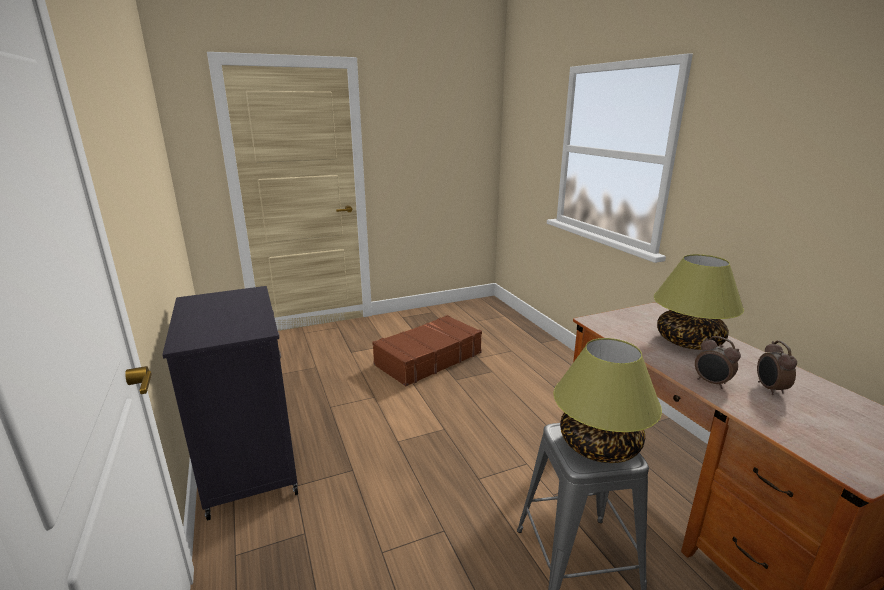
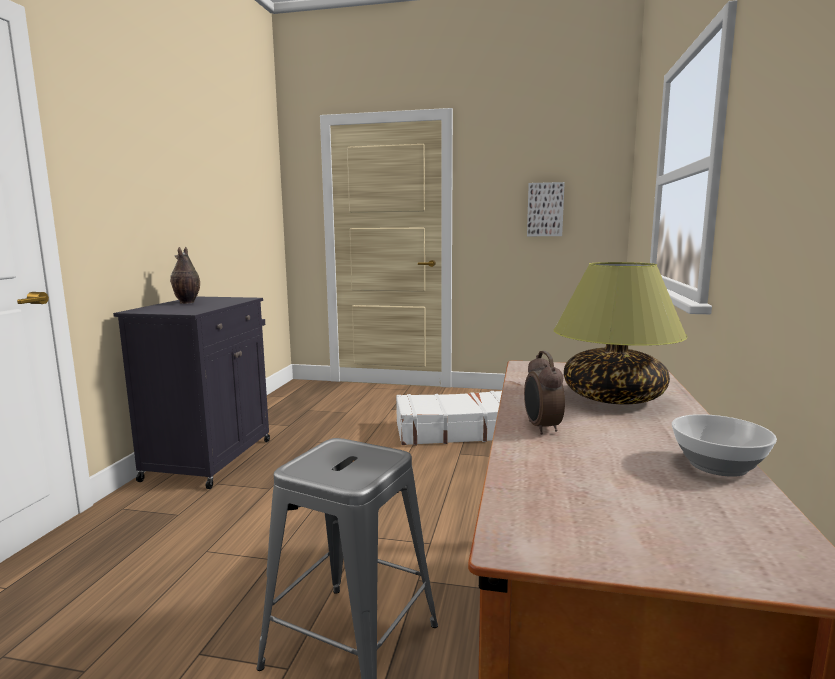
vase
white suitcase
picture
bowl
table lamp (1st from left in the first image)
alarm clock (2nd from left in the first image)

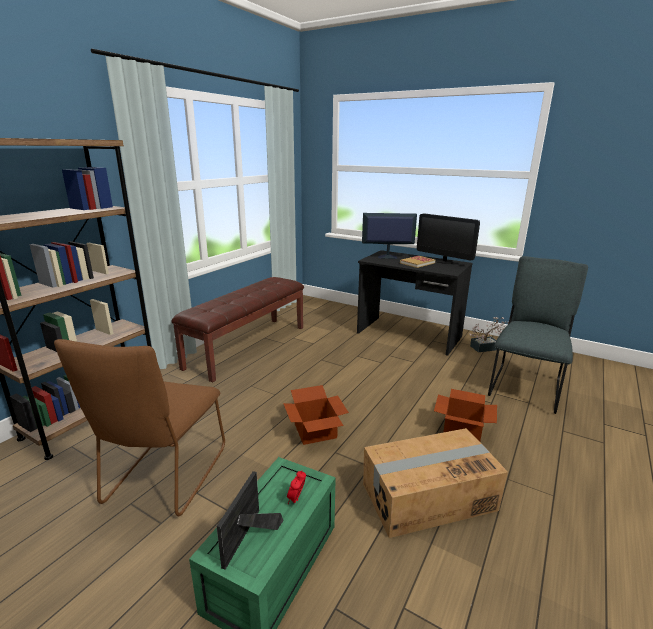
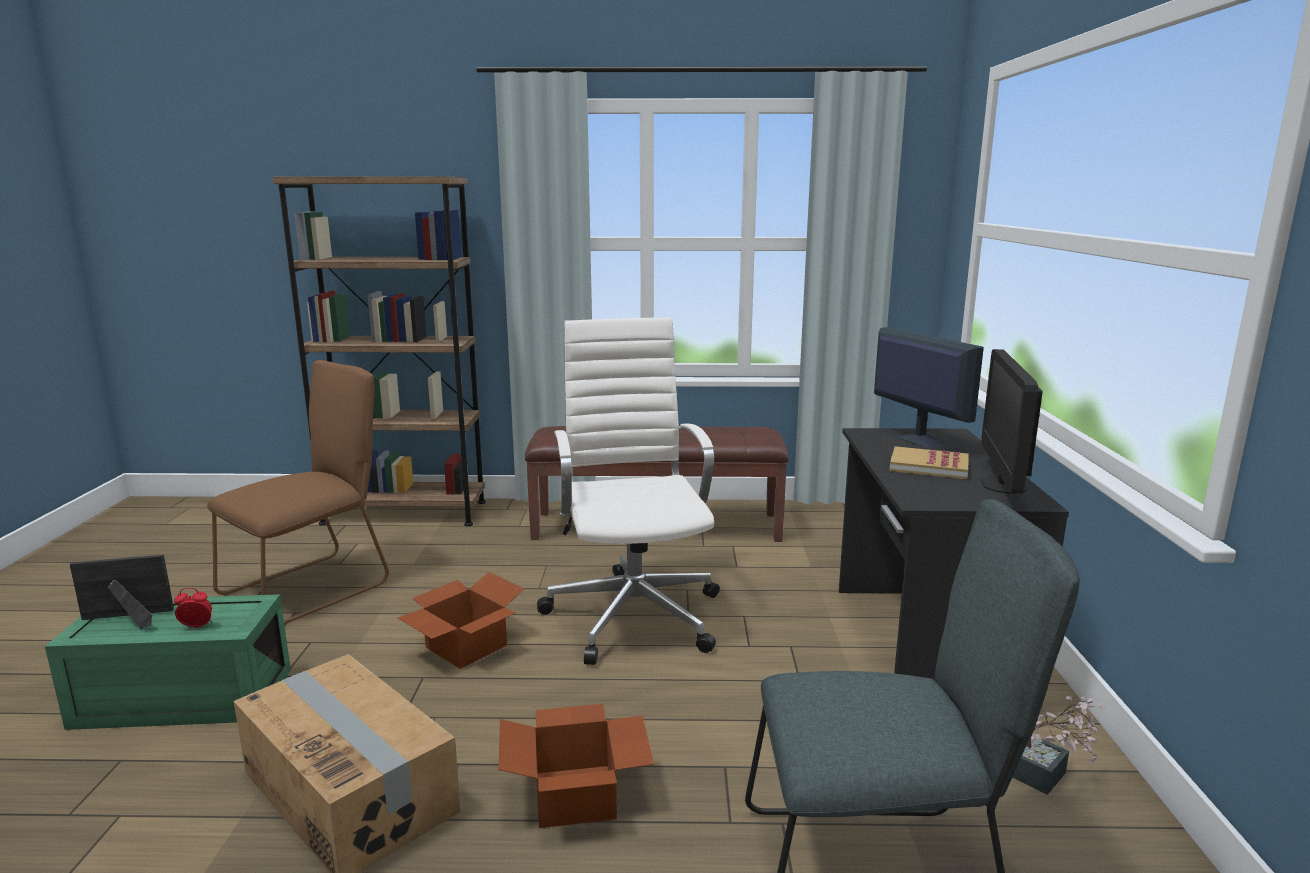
brown chair
white office chair

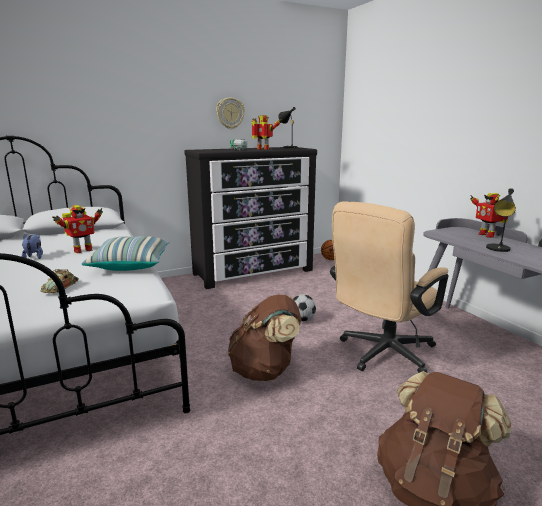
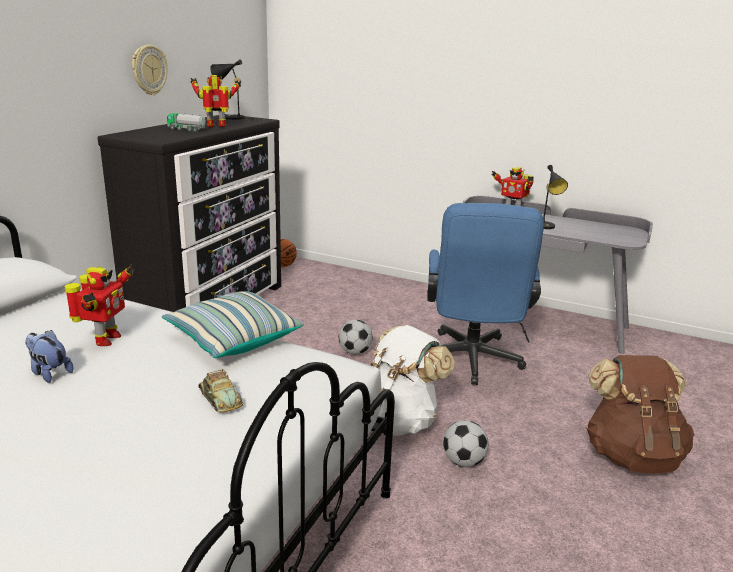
white backpack
blue office chair
football (2nd from left)

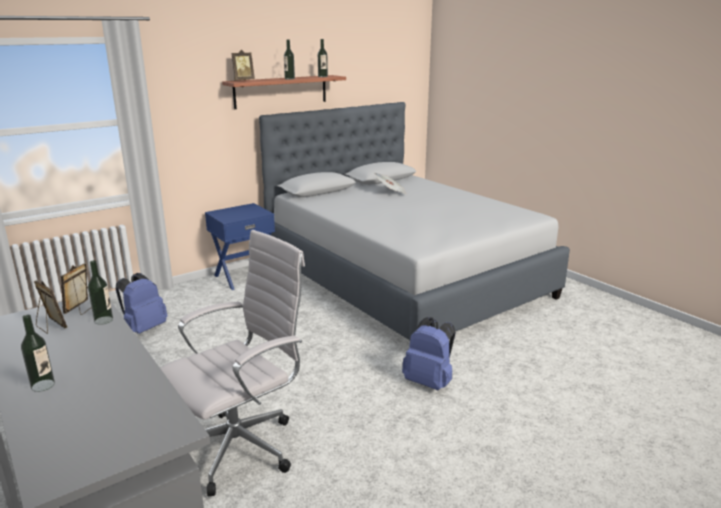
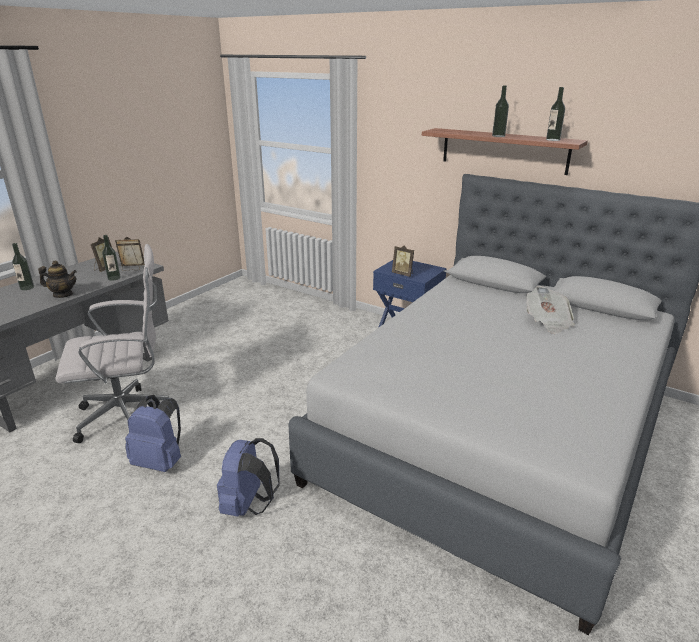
teapot
white office chair
blue backpack (1st from left)
picture frame (3rd from left)

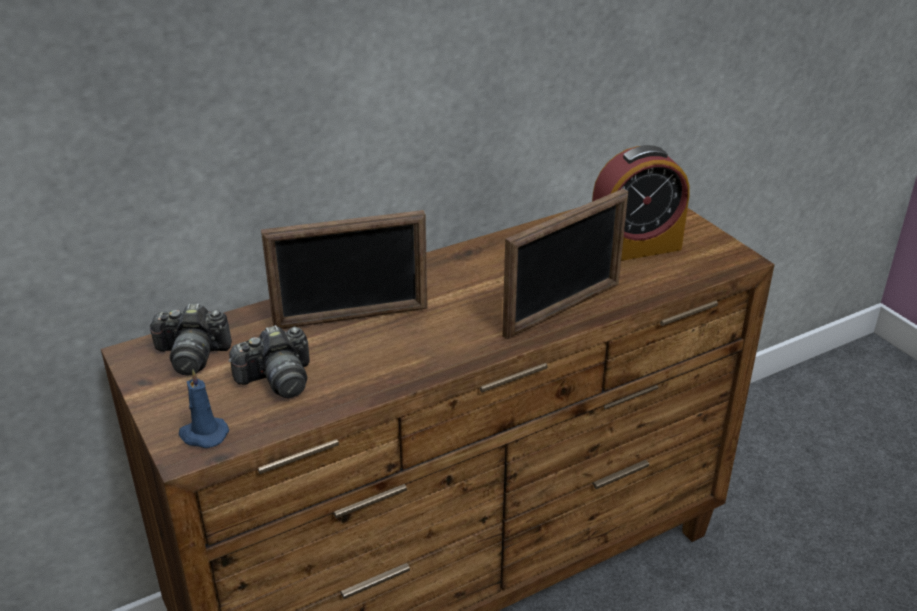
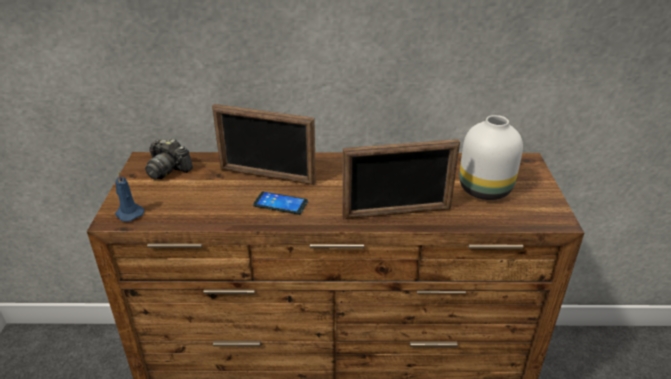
phone
white vase
photo camera (2nd from left in the first image)

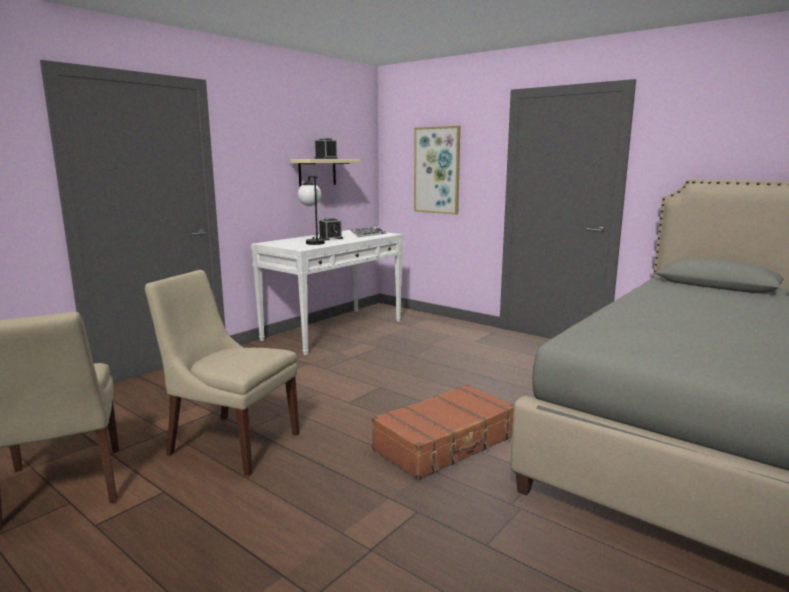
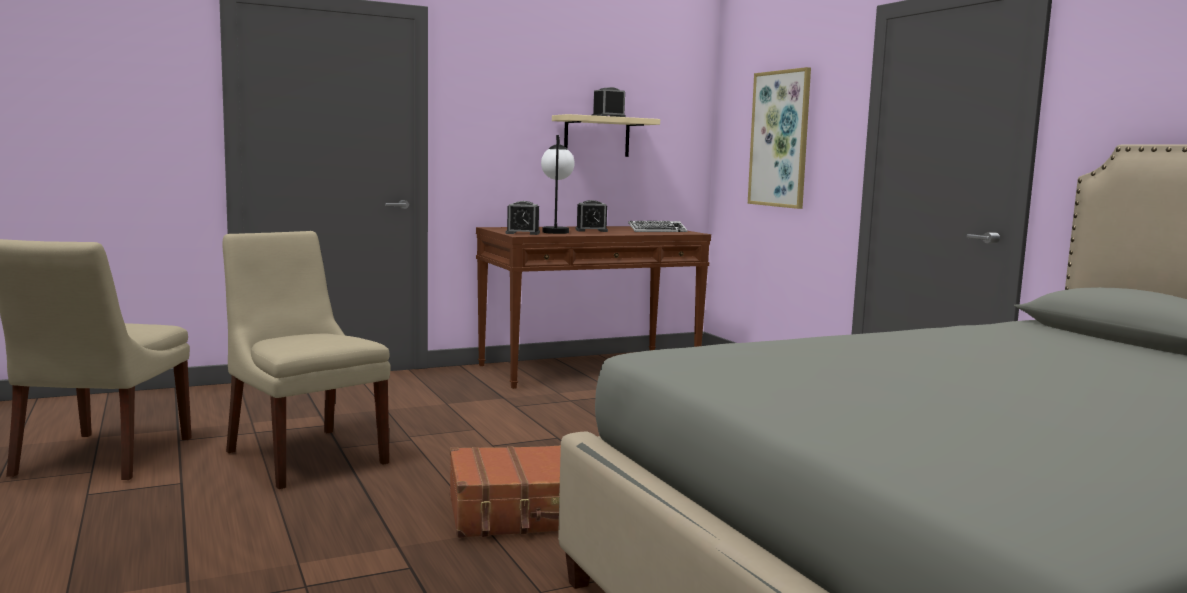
brown console table
alarm clock (1st from left)

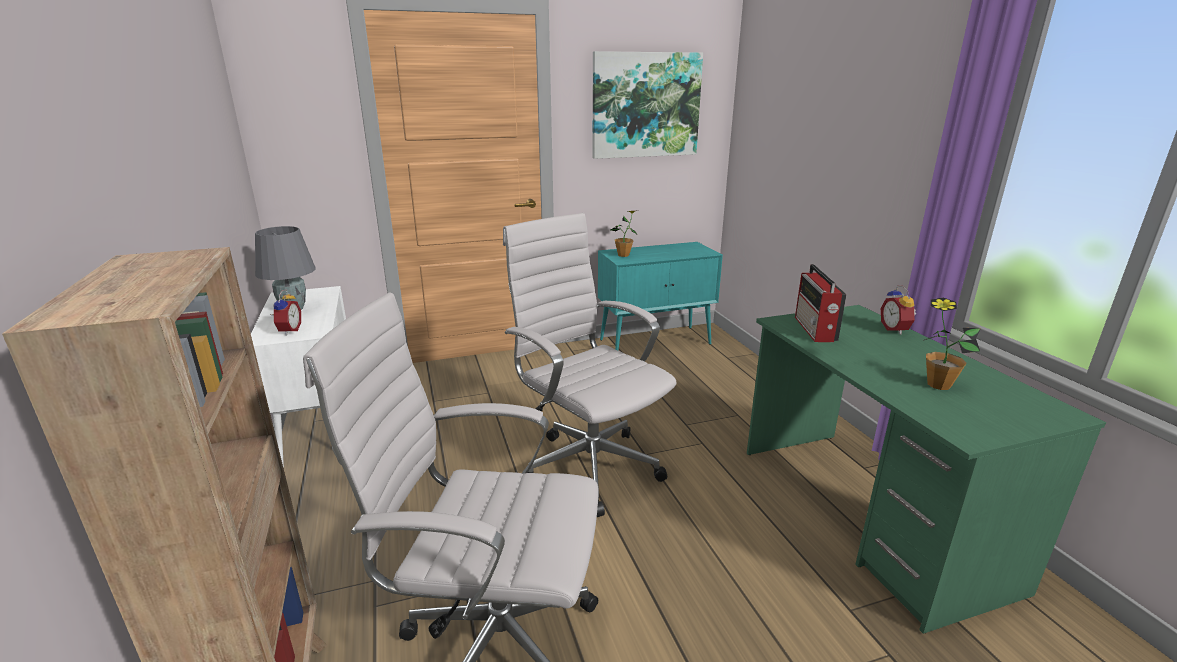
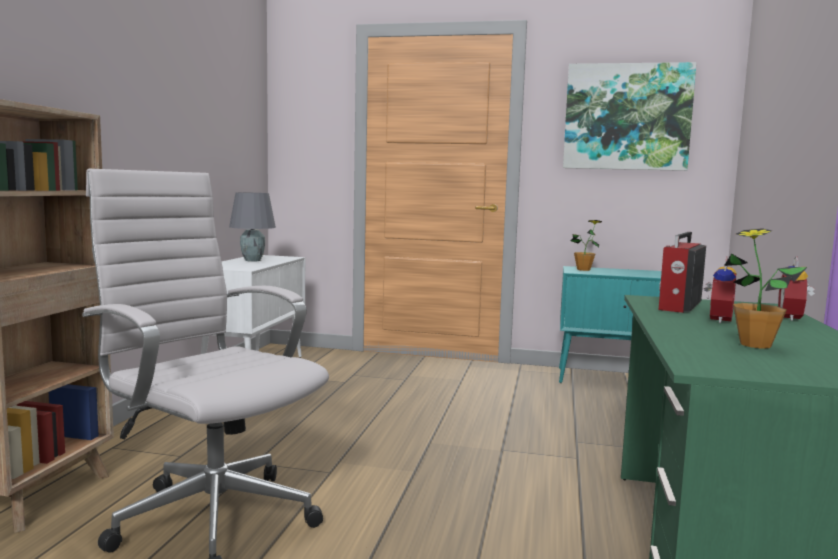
alarm clock (1st from left)
white office chair (2nd from left in the first image)

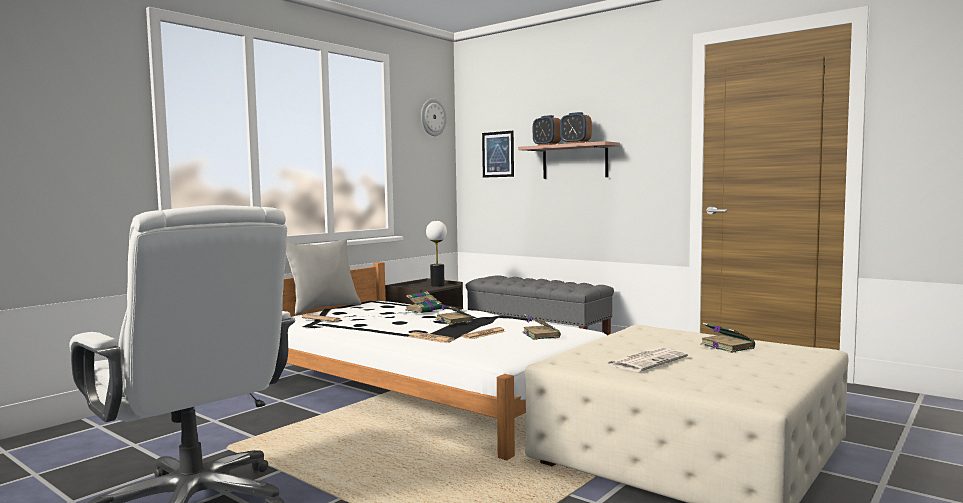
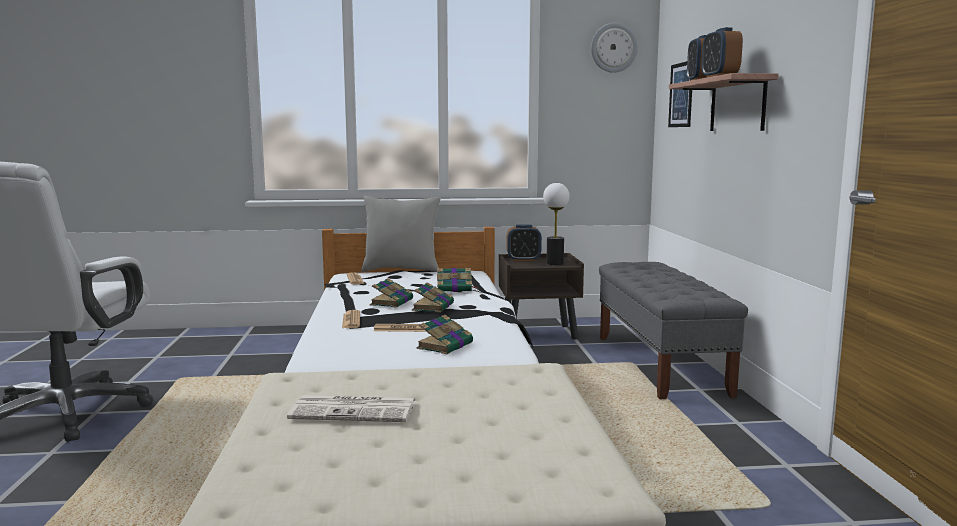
book (1st from left)
alarm clock (1st from left)

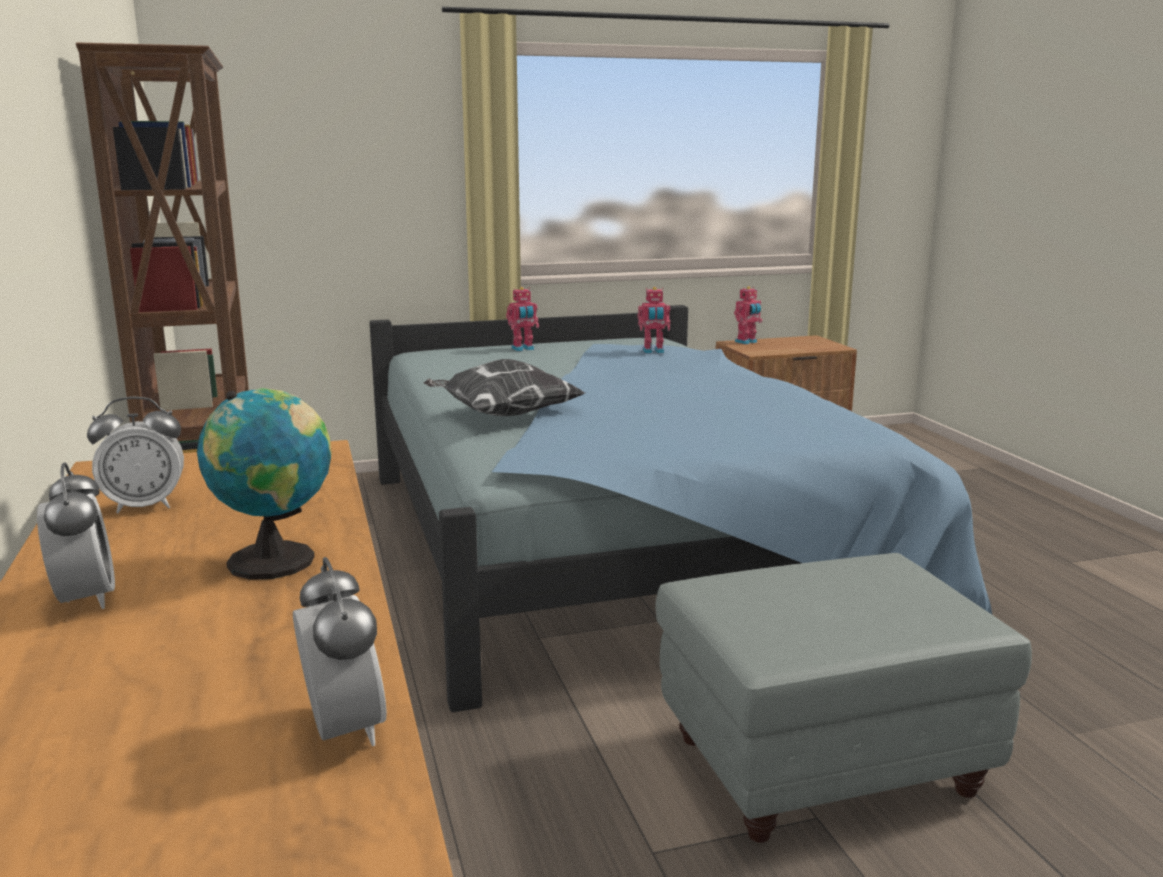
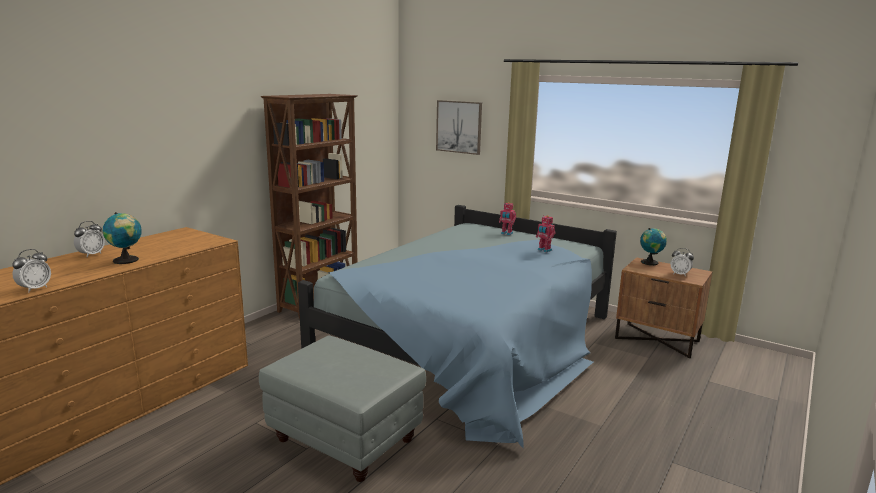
picture
globe (2nd from left)
alarm clock (3rd from left)
pillow

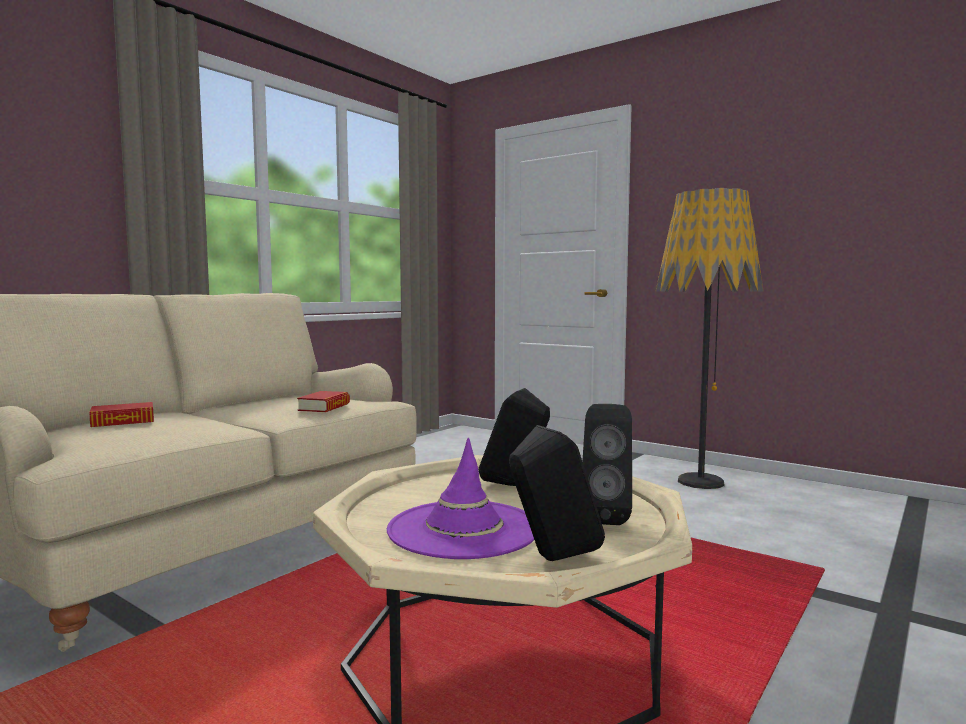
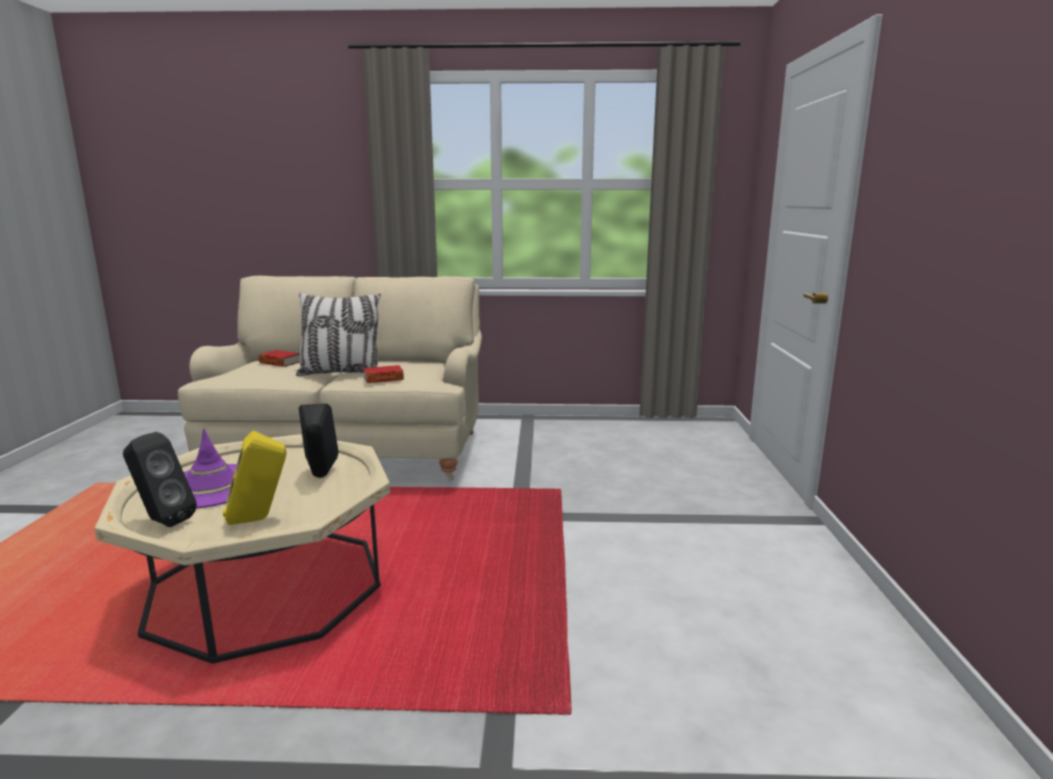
yellow speaker
pillow
floor lamp

